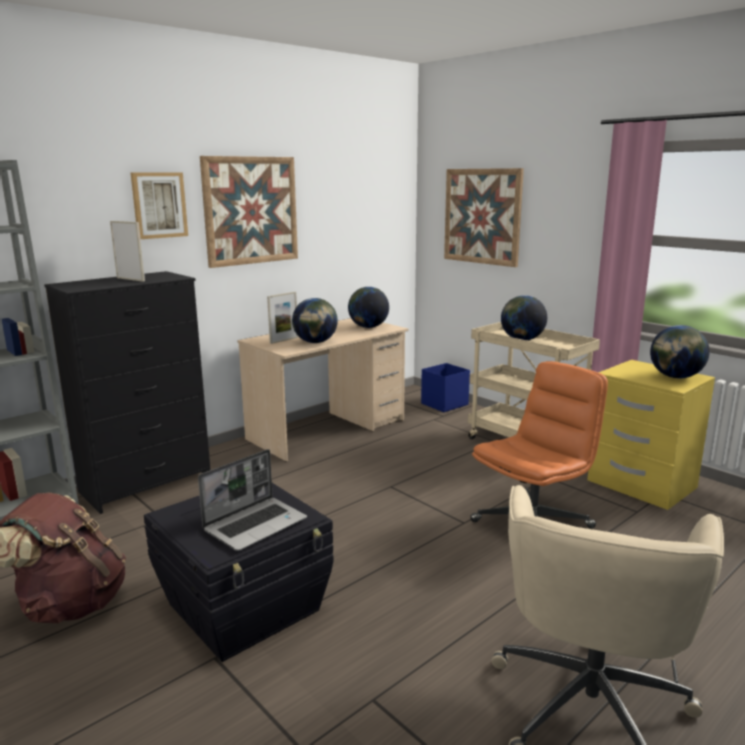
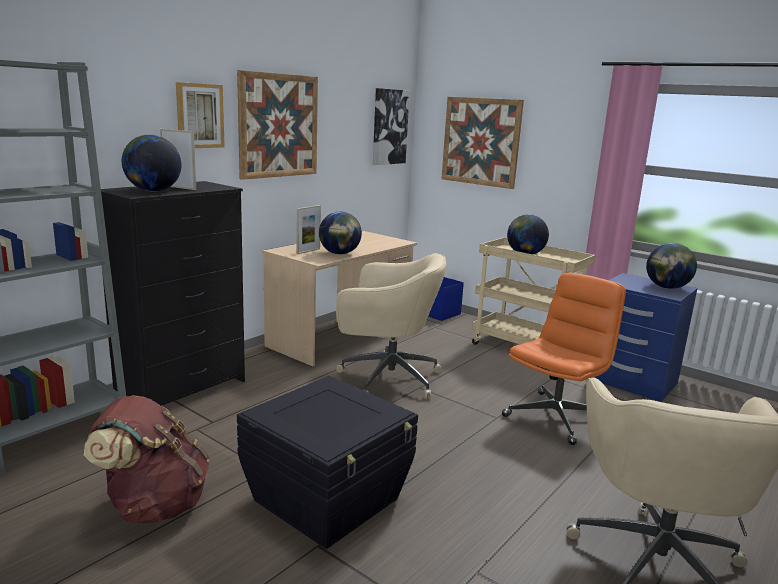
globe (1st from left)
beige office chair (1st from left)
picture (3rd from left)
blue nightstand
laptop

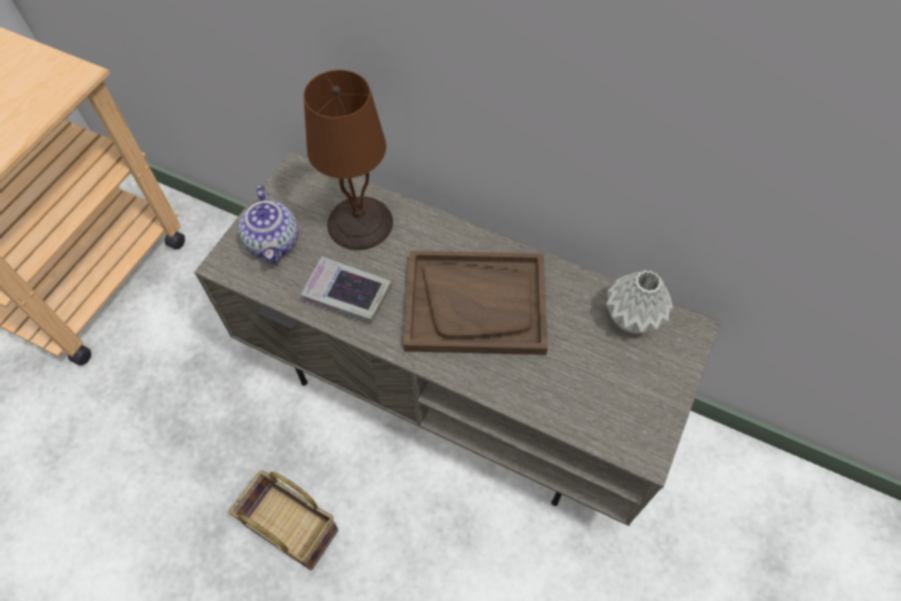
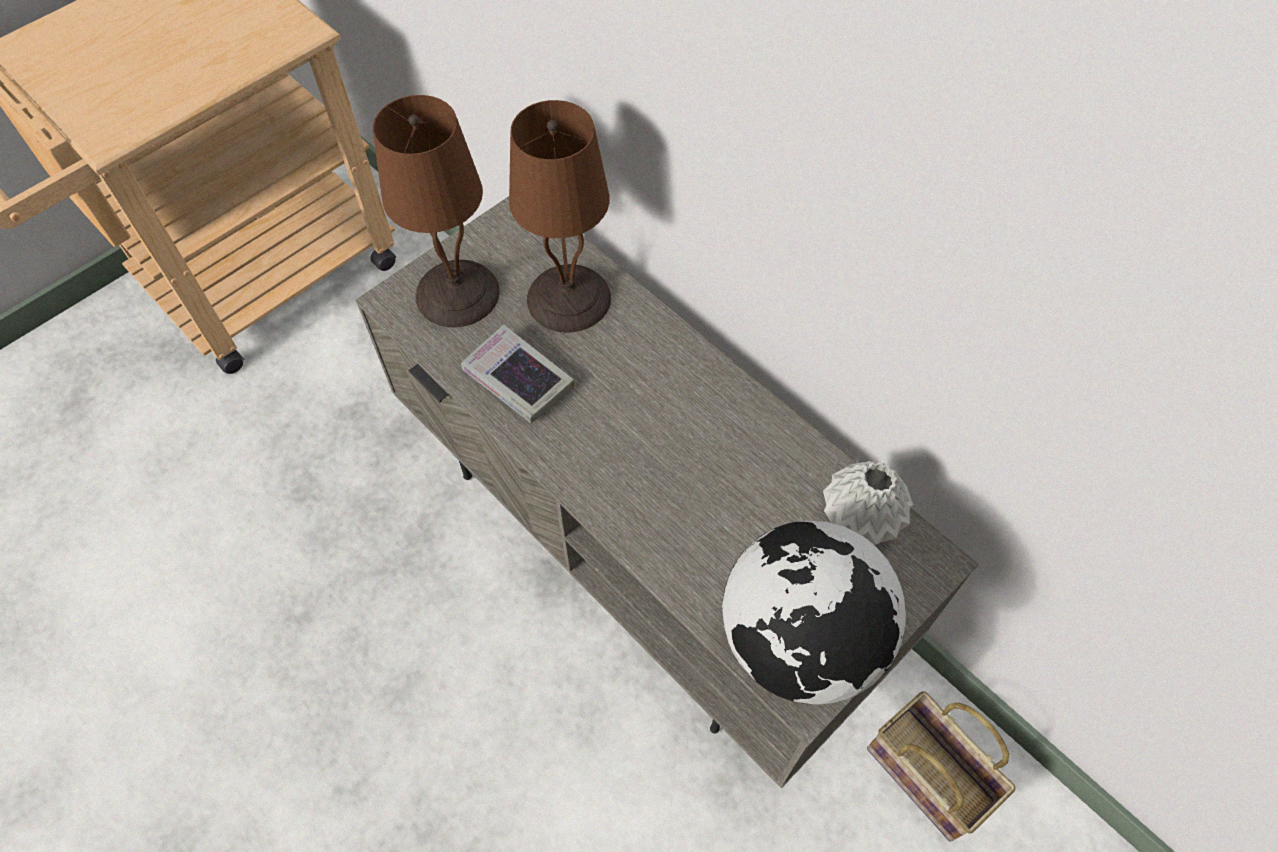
brown table lamp (1st from left)
globe
basket
brown tray

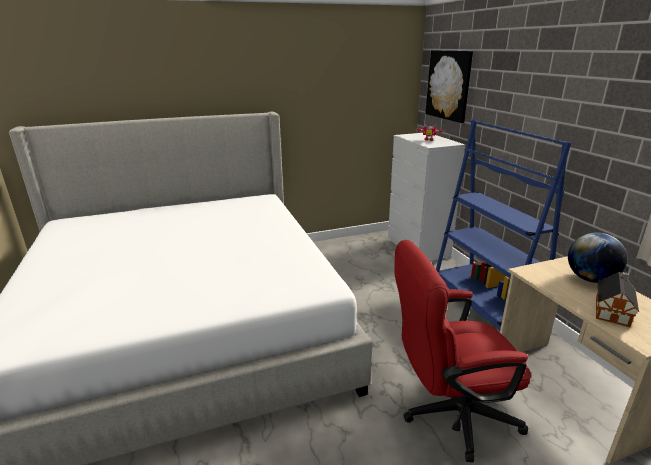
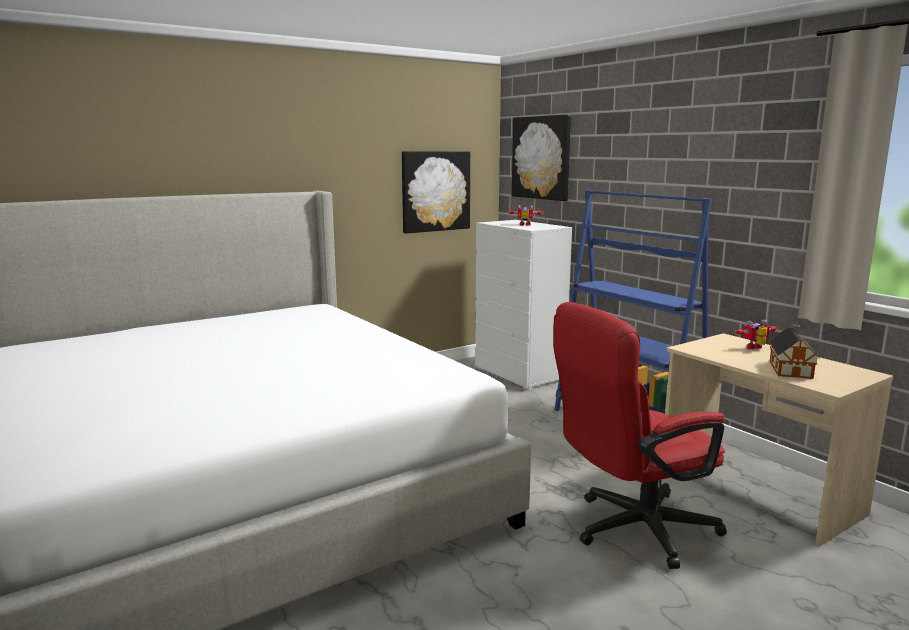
picture (1st from left)
toy robot (2nd from left)

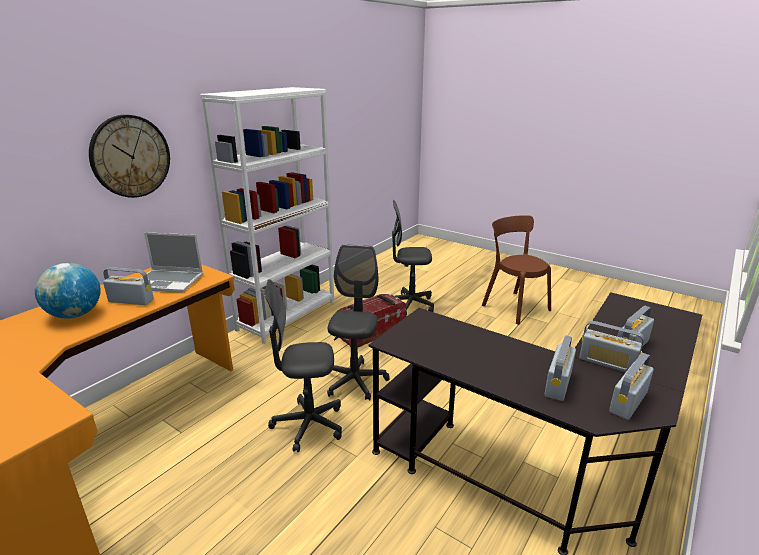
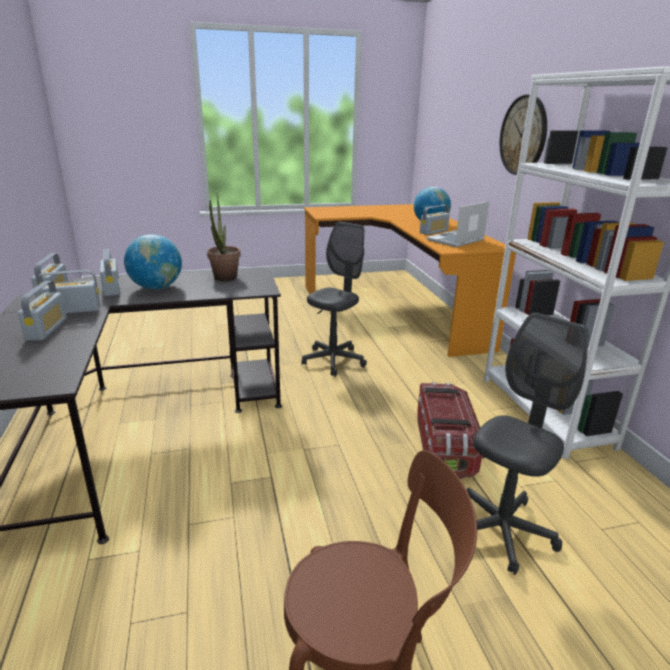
globe (1st from left)
potted plant
grey office chair (2nd from left in the first image)

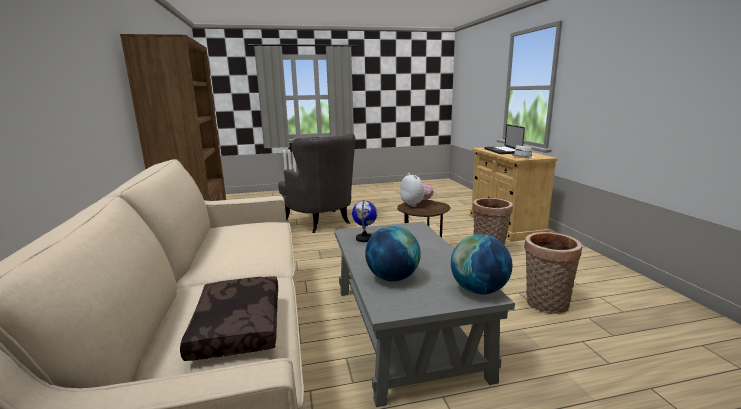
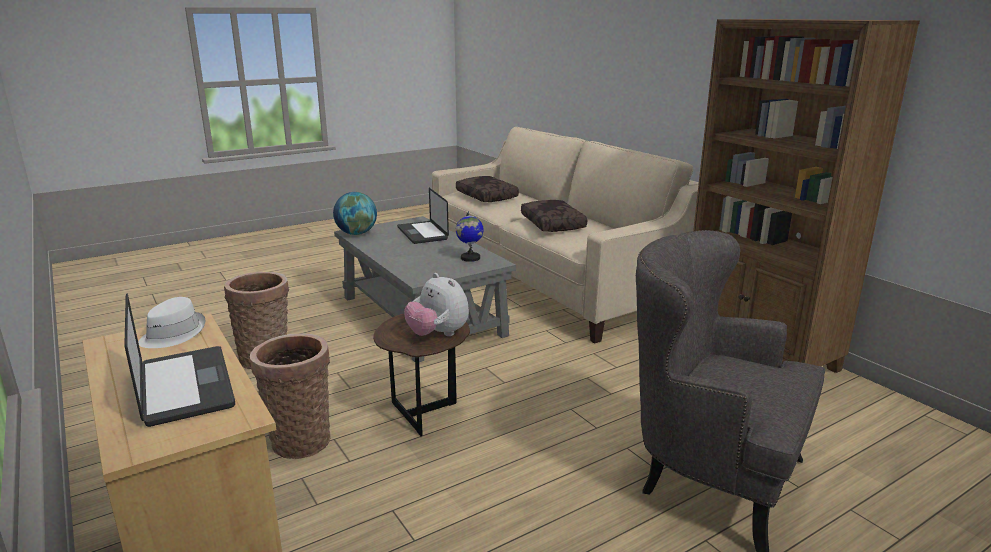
laptop (2nd from left)
brown pillow (2nd from left)

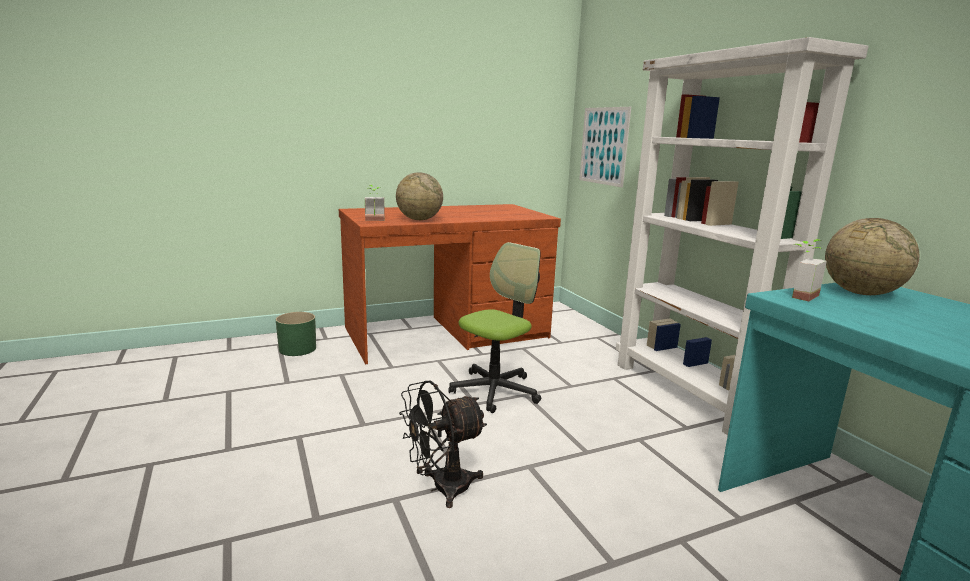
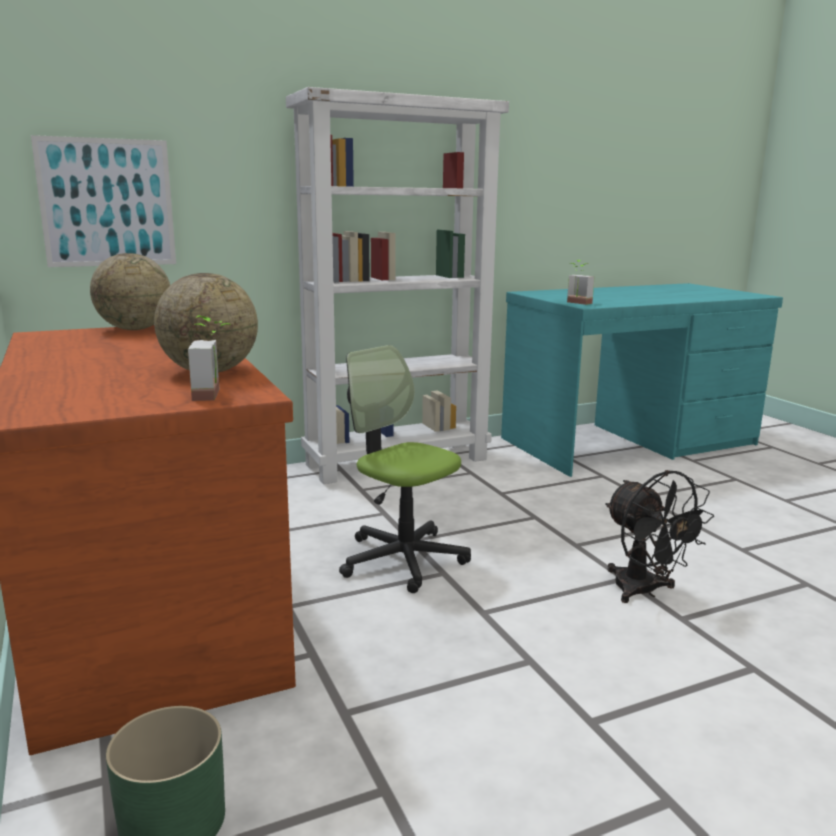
globe (1st from left)

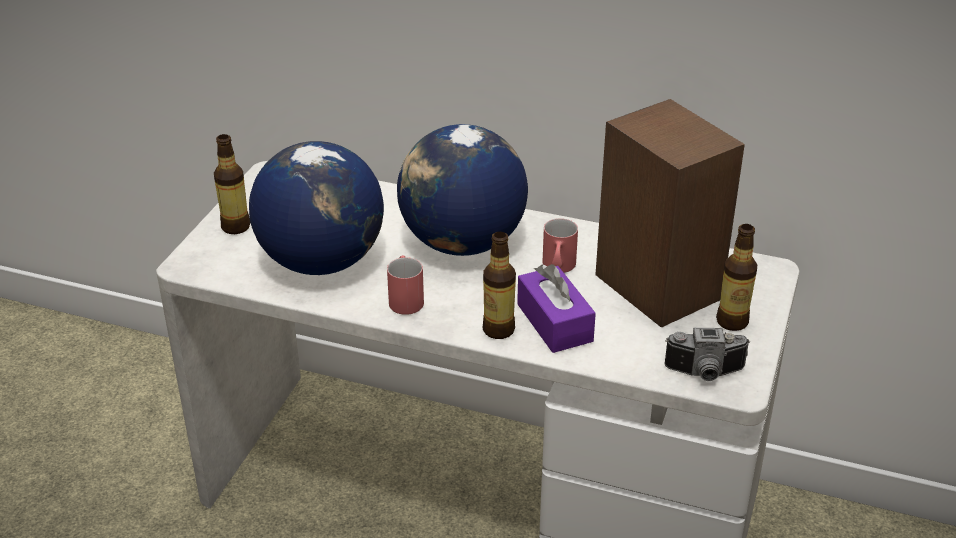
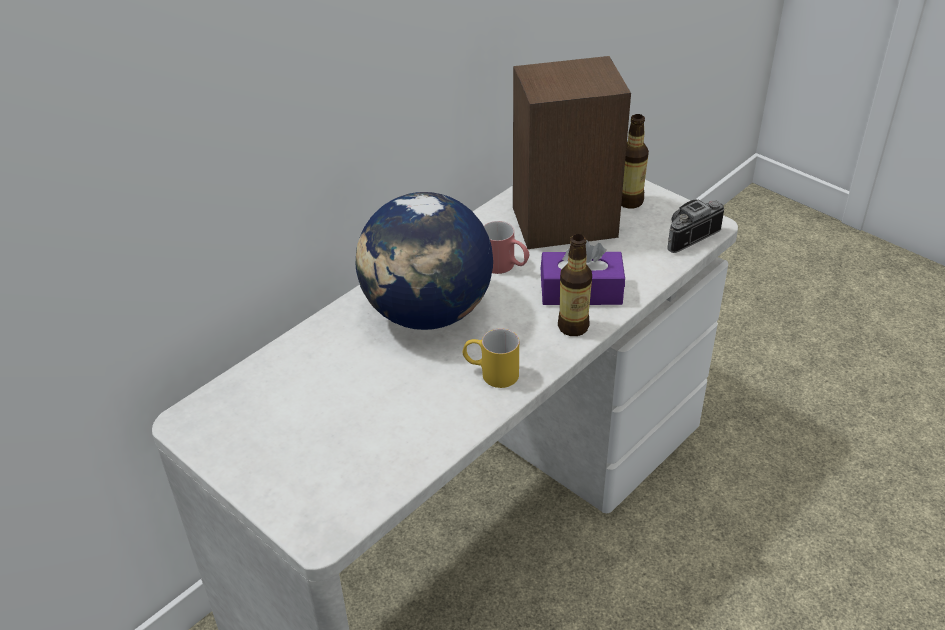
yellow mug
photo camera
bottle (1st from left in the first image)
globe (1st from left in the first image)

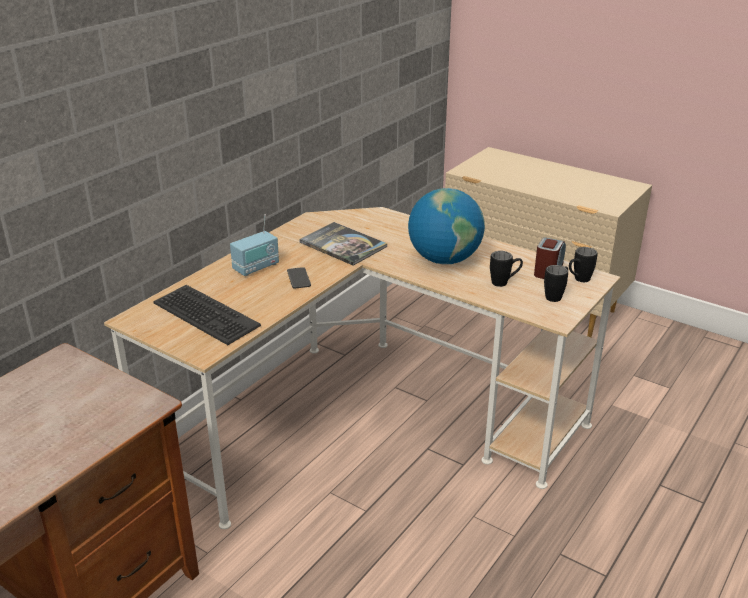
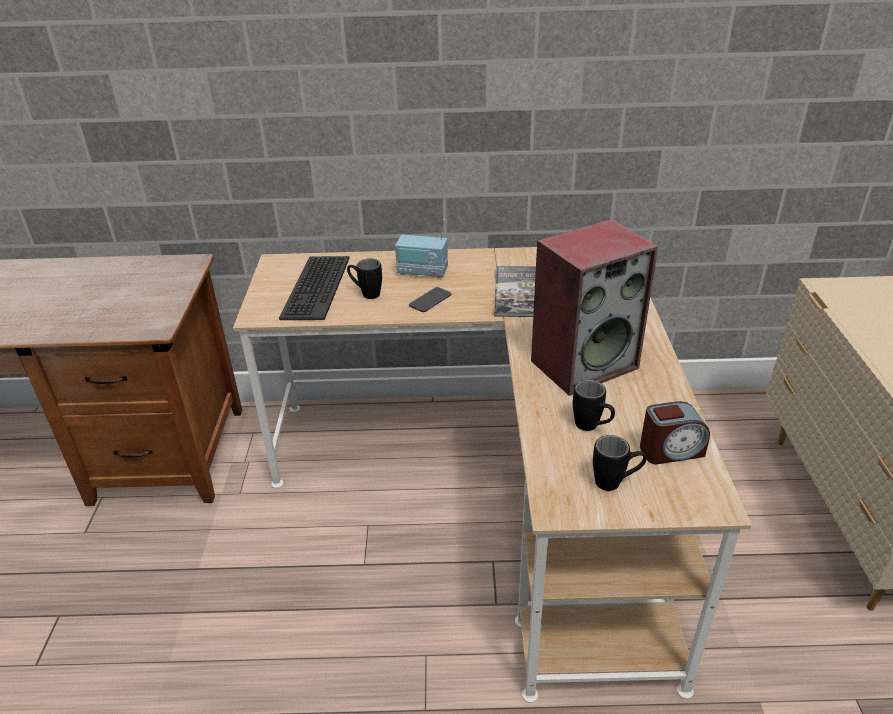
black mug (1st from left)
speaker

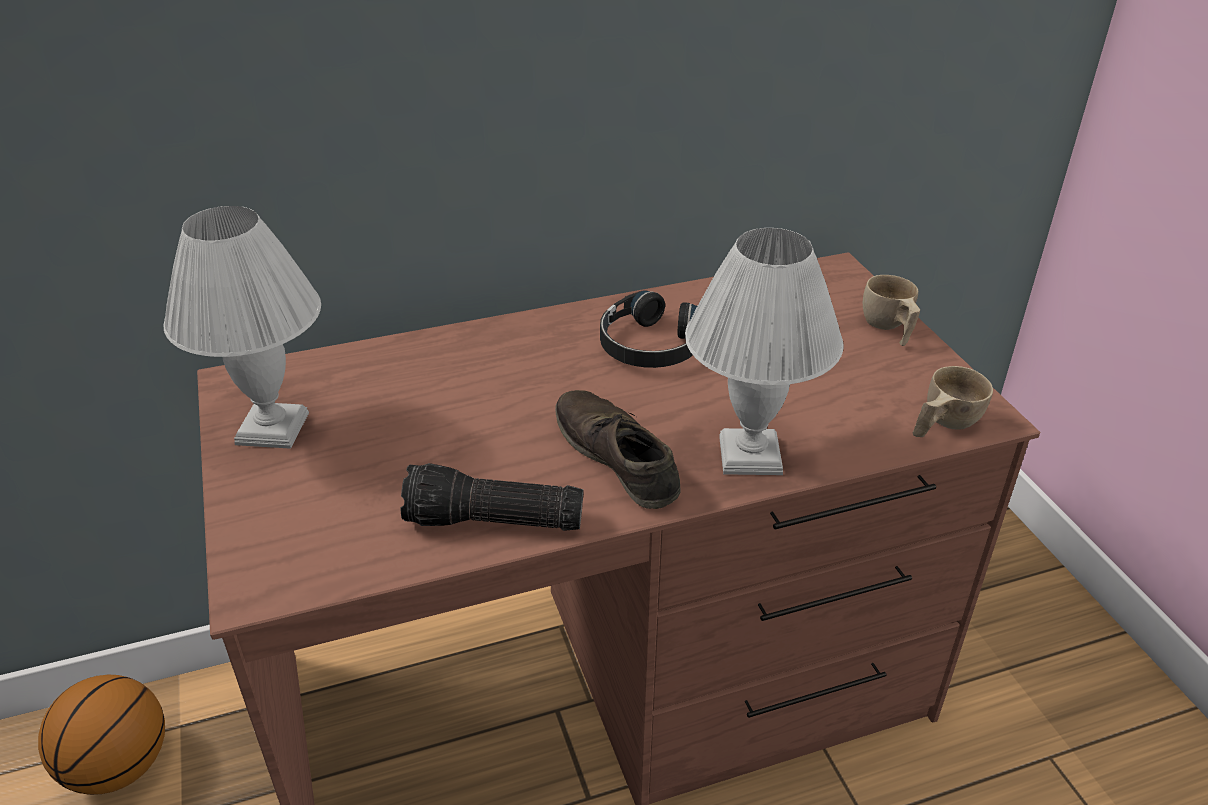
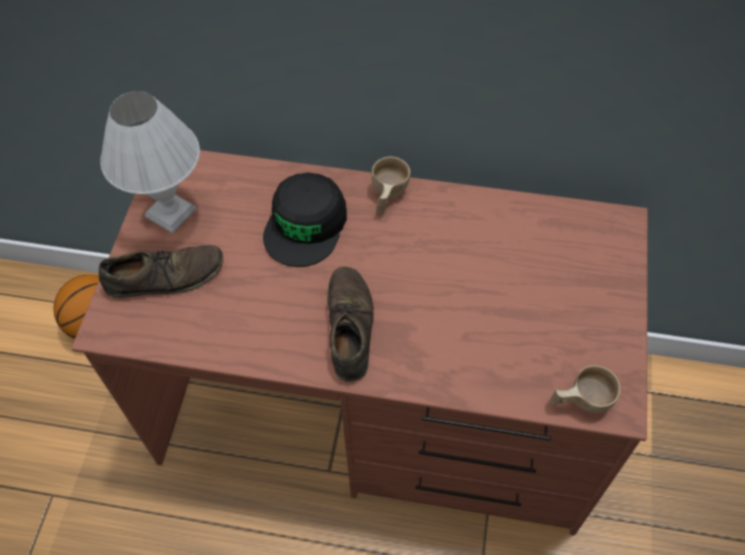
brown shoe (1st from left)
black cap
beige cup (1st from left)
flashlight
black headphones
white table lamp (2nd from left in the first image)

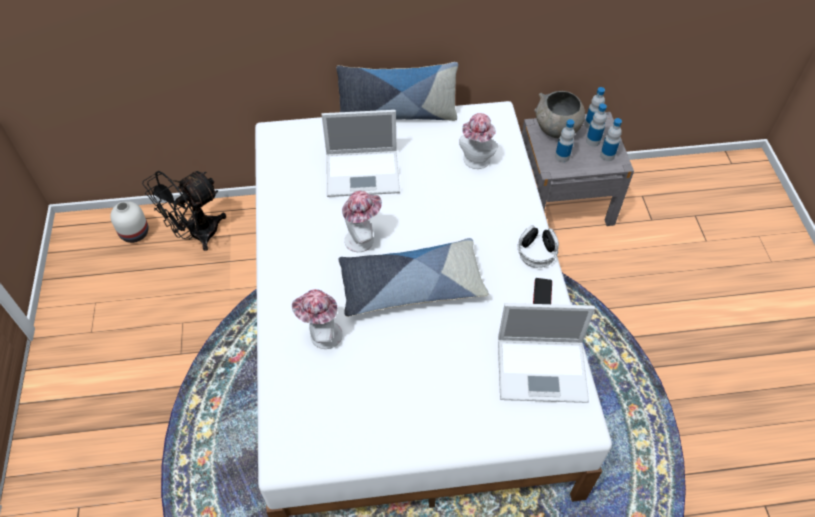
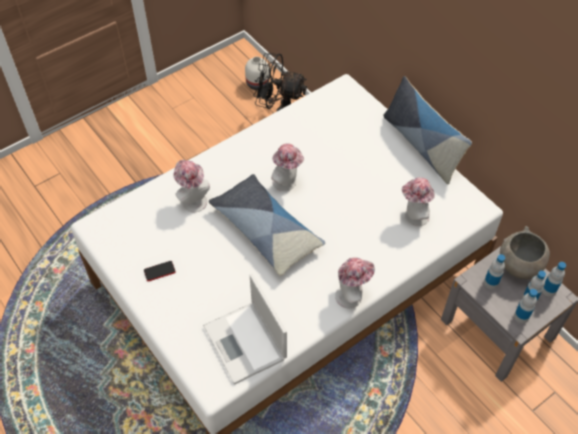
phone
hat (3rd from left)
laptop (1st from left in the first image)

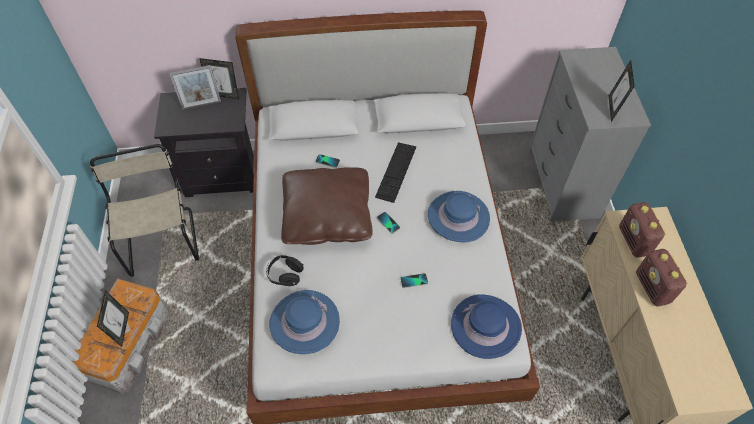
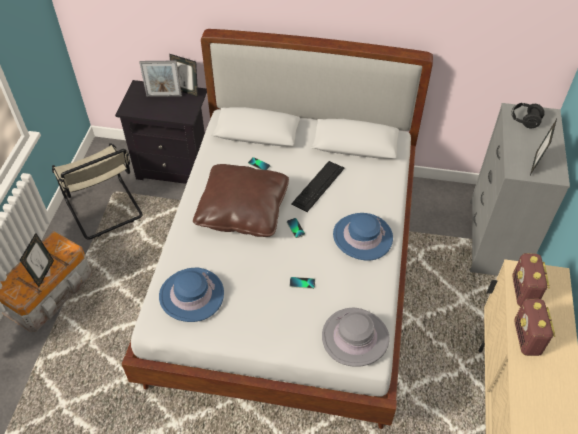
beige chair
grey hat
black headphones

